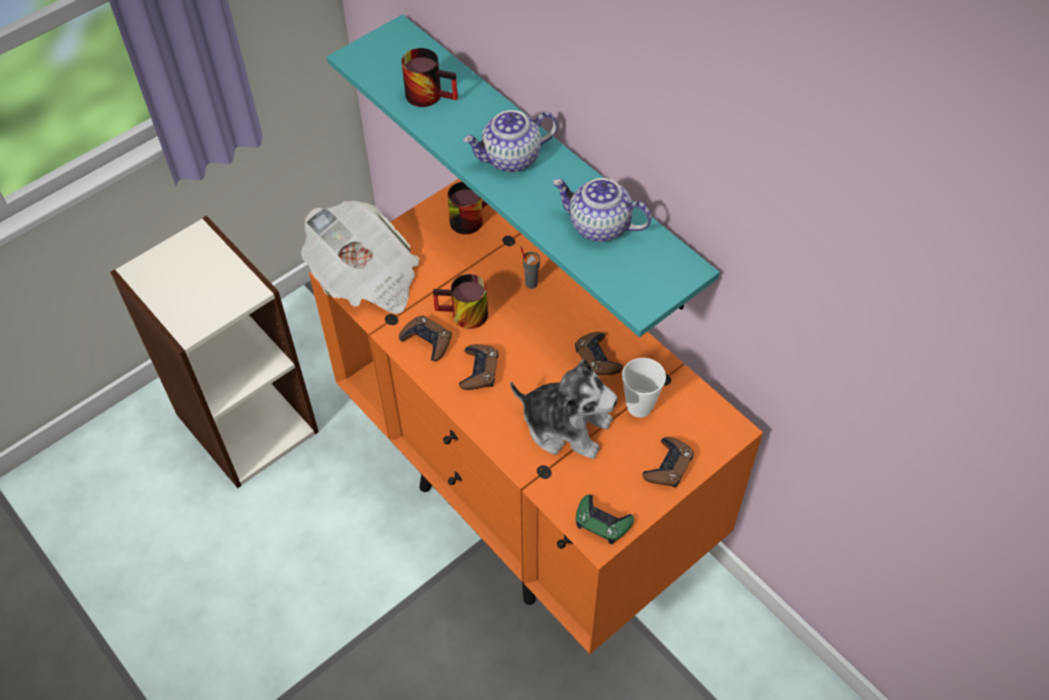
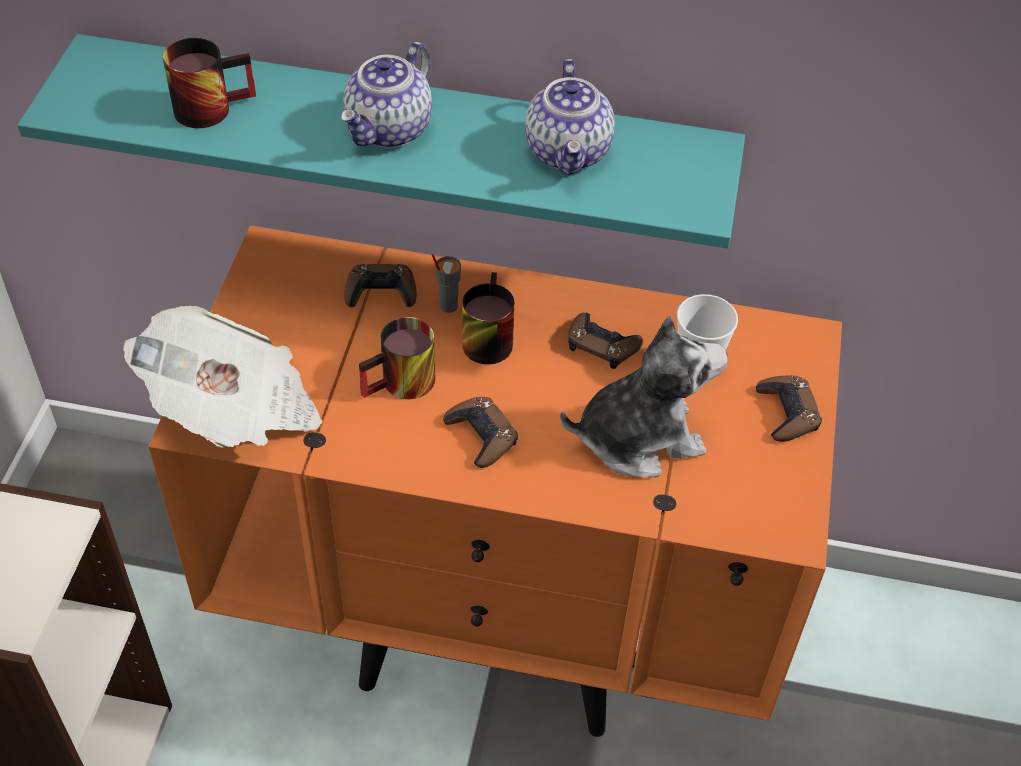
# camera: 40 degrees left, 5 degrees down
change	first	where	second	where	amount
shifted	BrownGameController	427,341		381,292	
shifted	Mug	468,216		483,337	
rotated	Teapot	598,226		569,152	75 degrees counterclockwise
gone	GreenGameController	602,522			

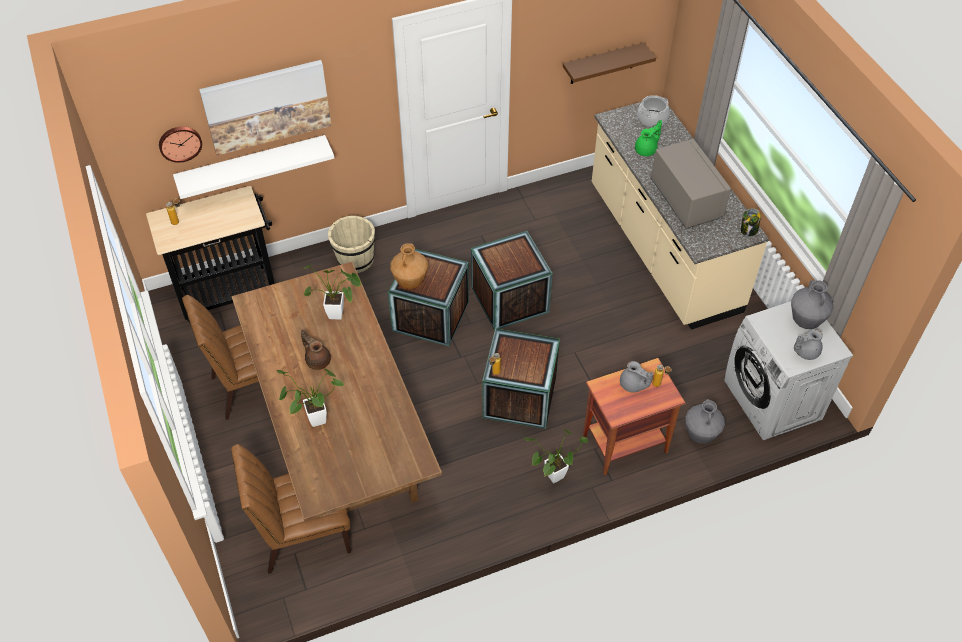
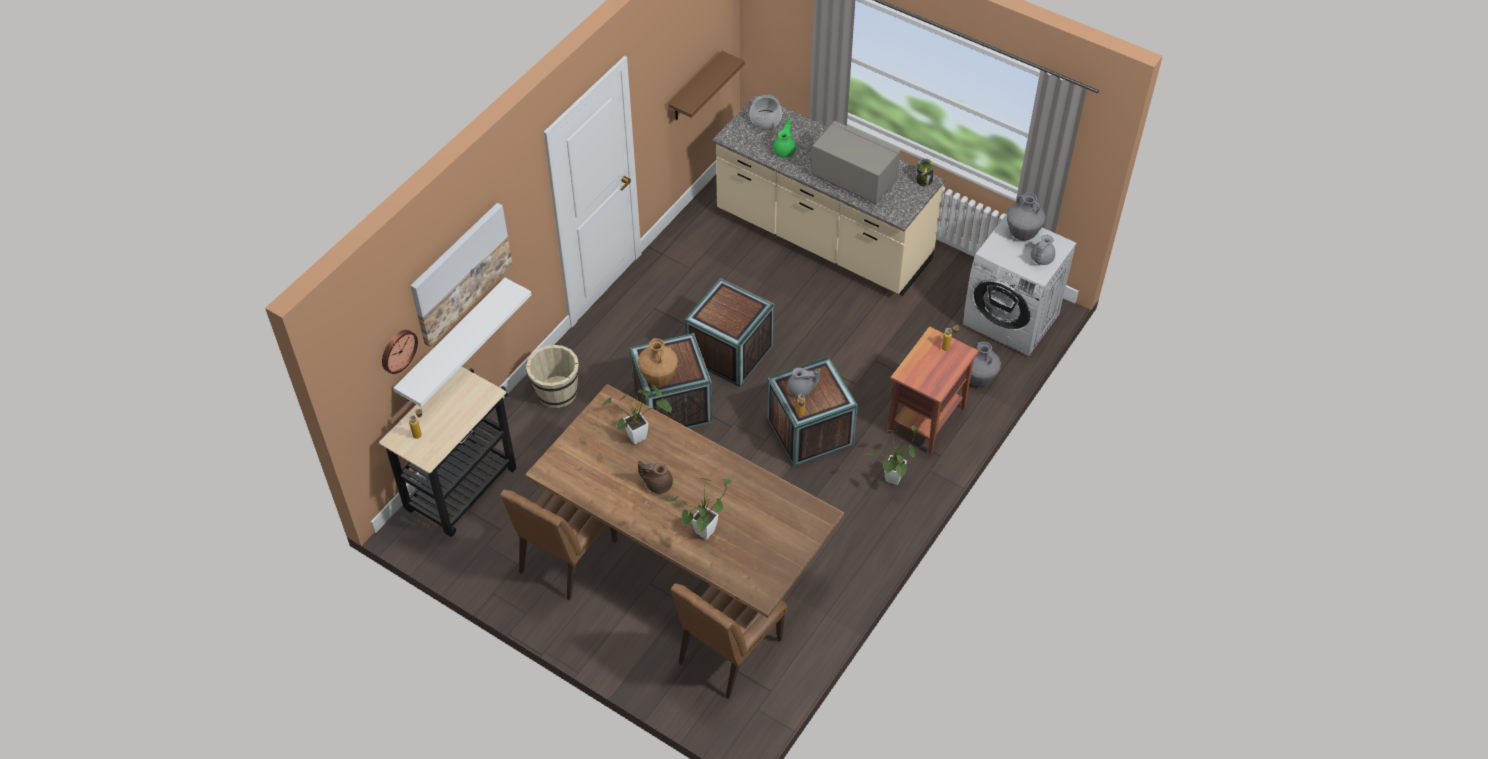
# camera: 35 degrees left, 0 degrees up
change	first	where	second	where	amount
shifted	GreyTeapot	633,385		801,390	

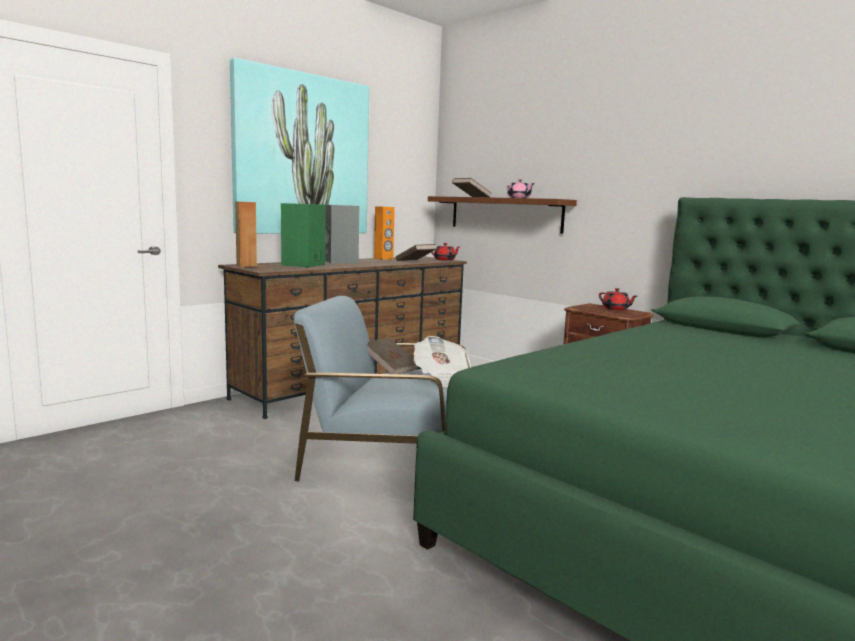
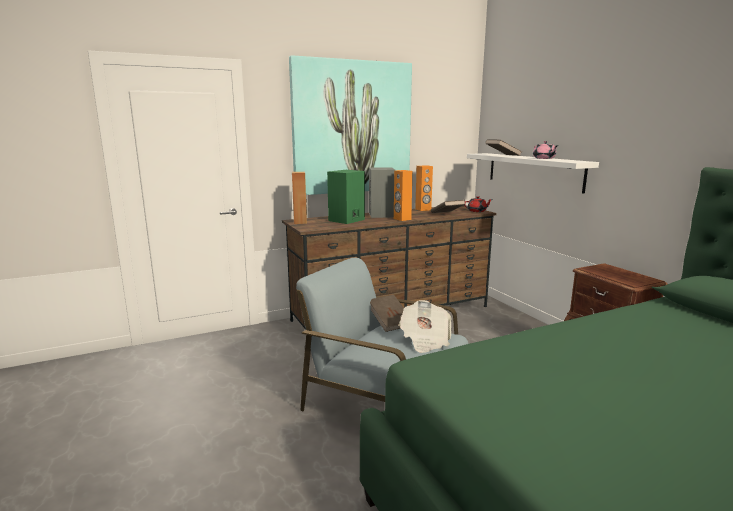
# camera: 20 degrees right, 5 degrees up
change	first	where	second	where	amount
new			OrangeSpeaker	402,219	
repainted	BrownShelf	505,214	WhiteShelf	533,171	
gone	RedTeapot	616,309			

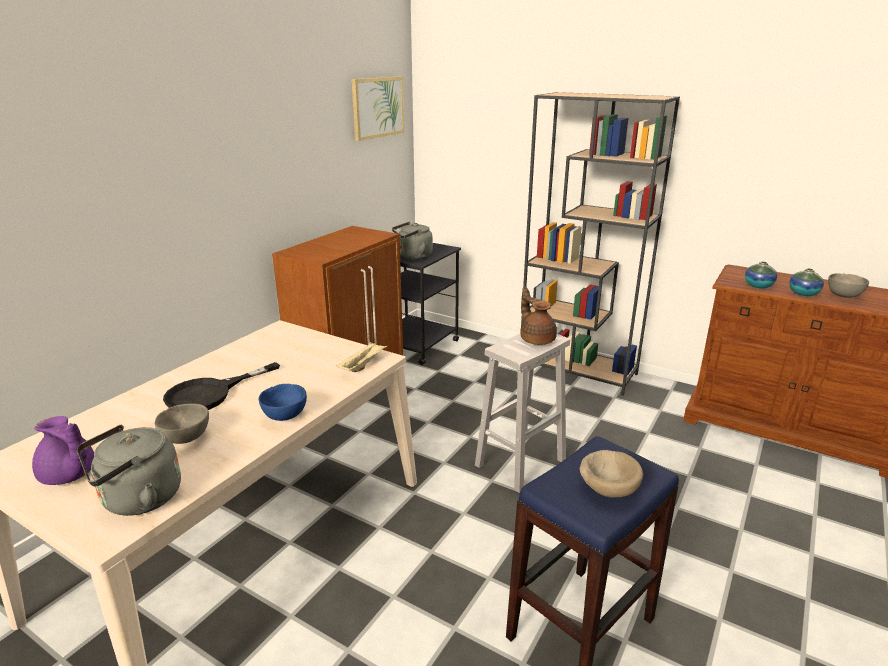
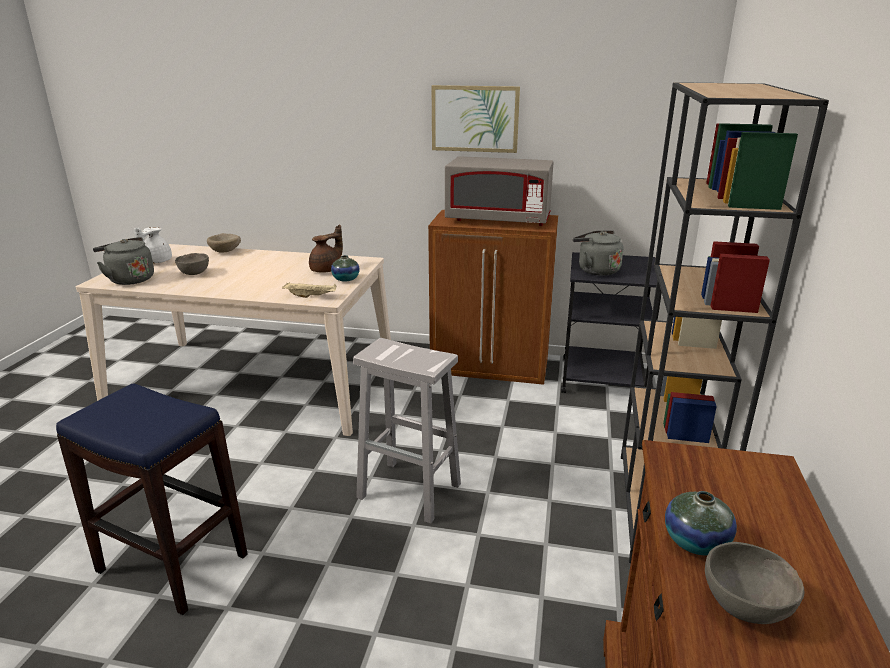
# camera: 70 degrees right, 0 degrees up
change	first	where	second	where	amount
repainted	PurpleTeapot	69,475	WhiteTeapot	155,262	
shifted	BeigeBowl	608,488		226,251	
shifted	BrownTeapot	536,339		327,270	
shifted	Vase	758,286		346,279	
shifted	Picture	377,107		475,118	
new			GreyMicrowave	498,220	
gone	BlackFryingPan	210,394			
gone	BlueBowl	285,416			

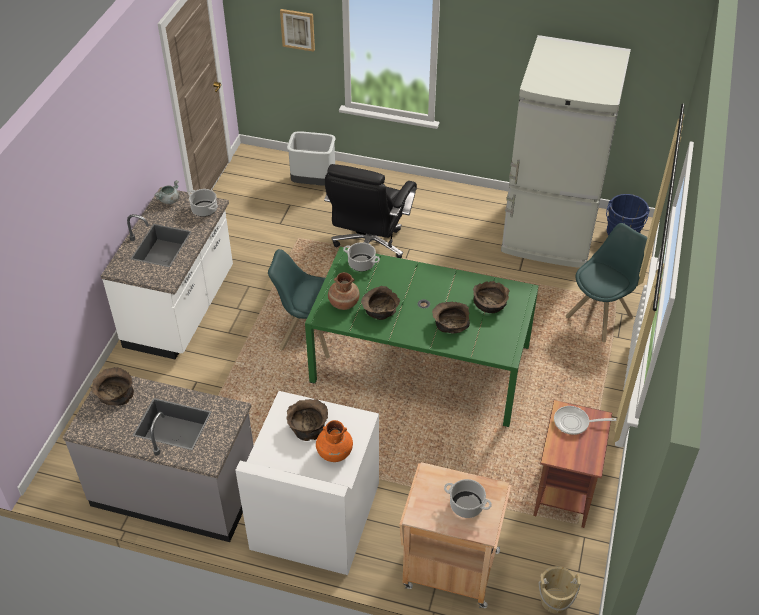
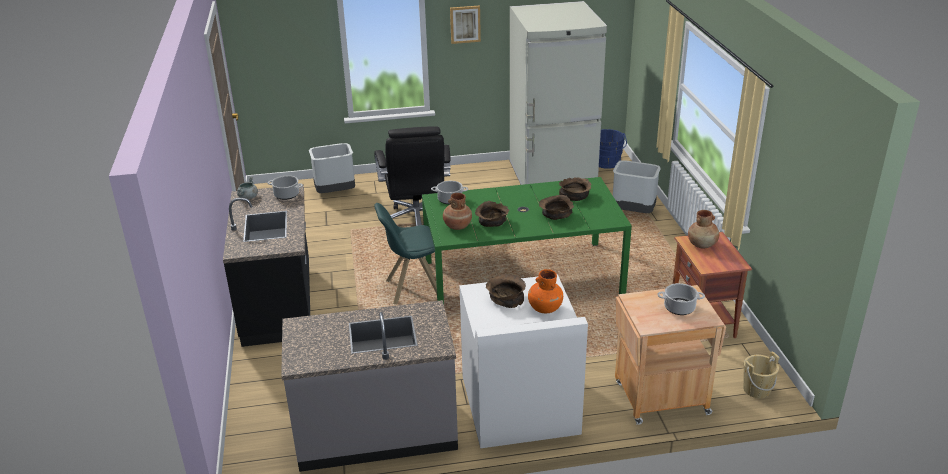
# camera: 25 degrees left, 15 degrees down
change	first	where	second	where	amount
repainted	WhiteCounter	181,309	BlackCounter	279,304	
shifted	Picture	298,29		465,24	
swapped	TurquoiseChair	600,317	GreyTrashCan	633,212	
swapped	FryingPan	574,423	BrownVase	702,245	
gone	BrownBowl	114,393			

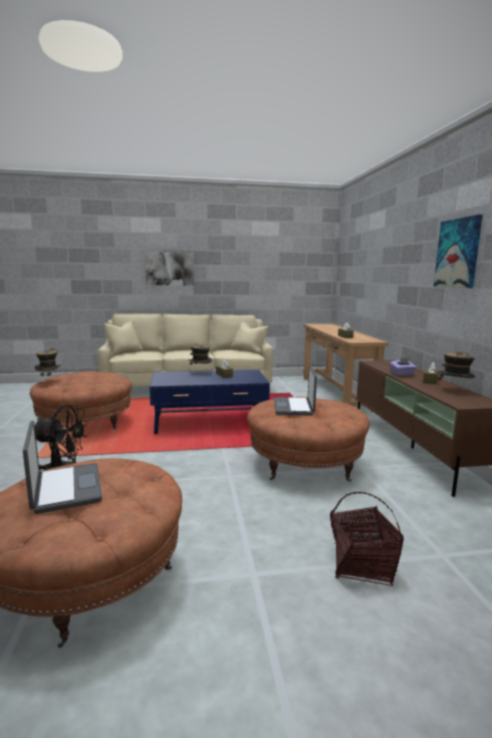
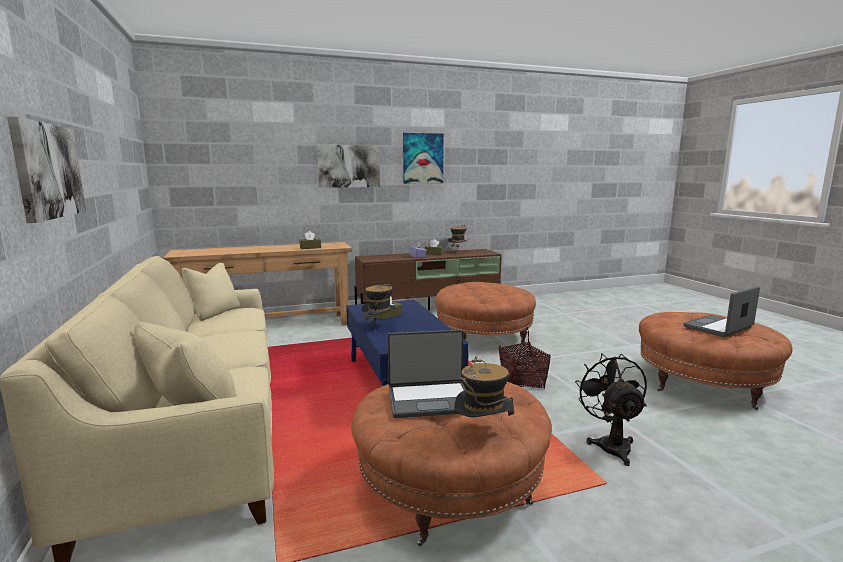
# camera: 100 degrees left, 0 degrees up
change	first	where	second	where	amount
new			Picture	348,166	
shifted	Laptop	294,407		429,400	
shifted	Basket	361,564		522,381	

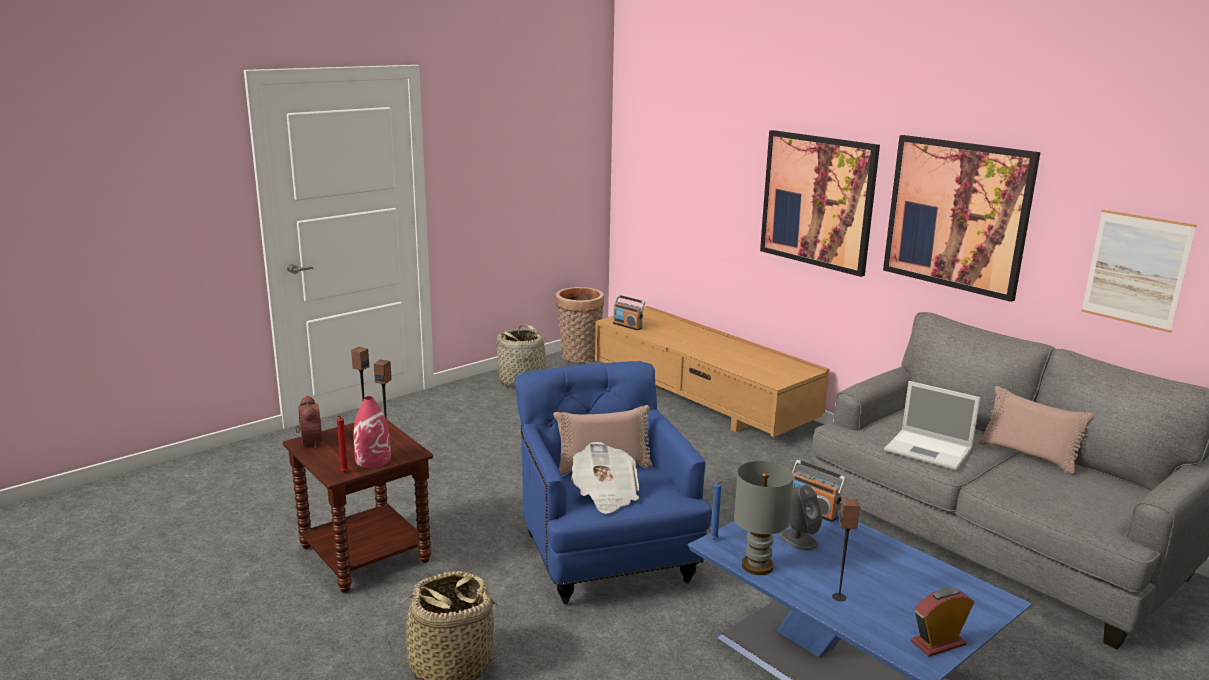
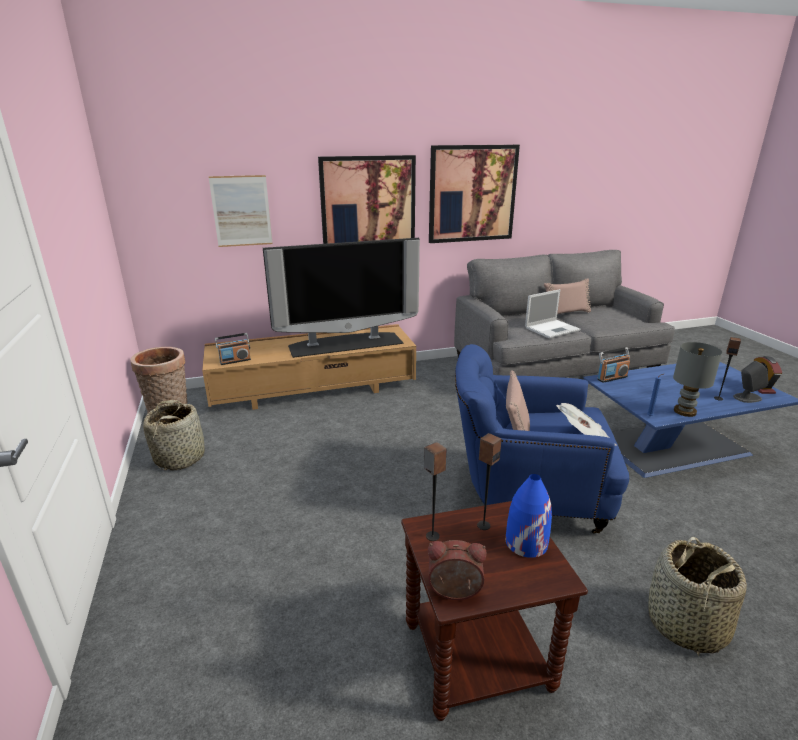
# camera: 65 degrees left, 5 degrees up
change	first	where	second	where	amount
shifted	Picture	1136,270		241,211	
new			Television	345,344	
repainted	RedVase	373,459	BlueVase	526,542	
shifted	GreySpeaker	798,539		747,398	
gone	RedCandle	344,472			

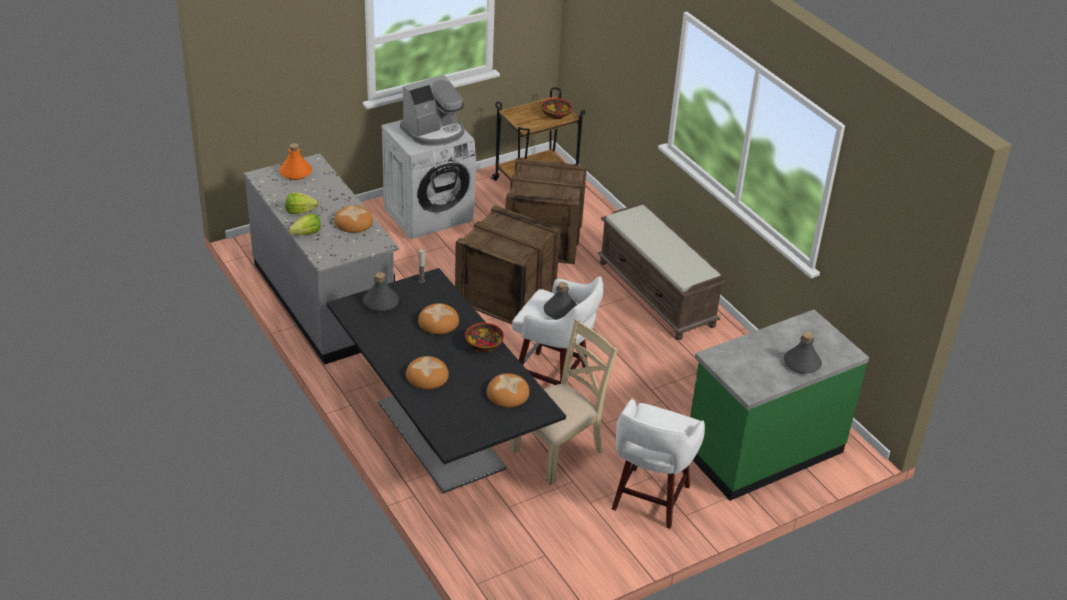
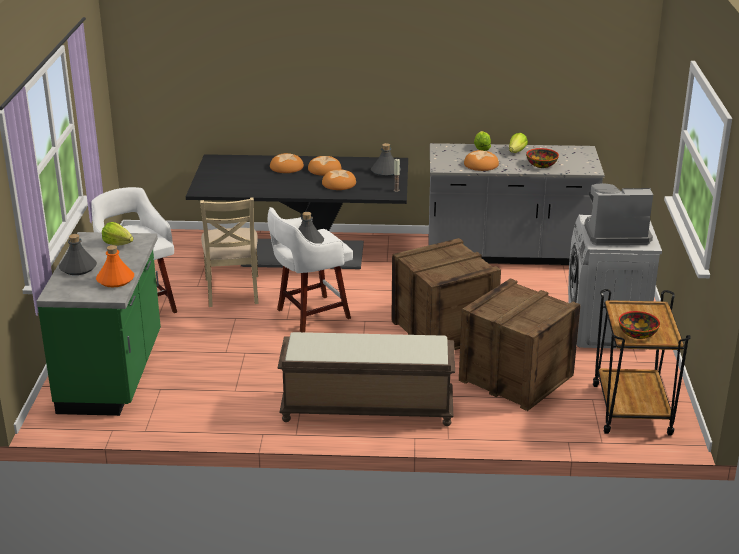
# camera: 125 degrees right, 10 degrees down
change	first	where	second	where	amount
shifted	OrangeBottle	295,172		115,280	
new			Lettuce	117,243	
shifted	Bread	507,393		325,169	
shifted	Bowl	484,346		541,165	
rotated	CoffeeMachine	434,132		615,234	90 degrees clockwise

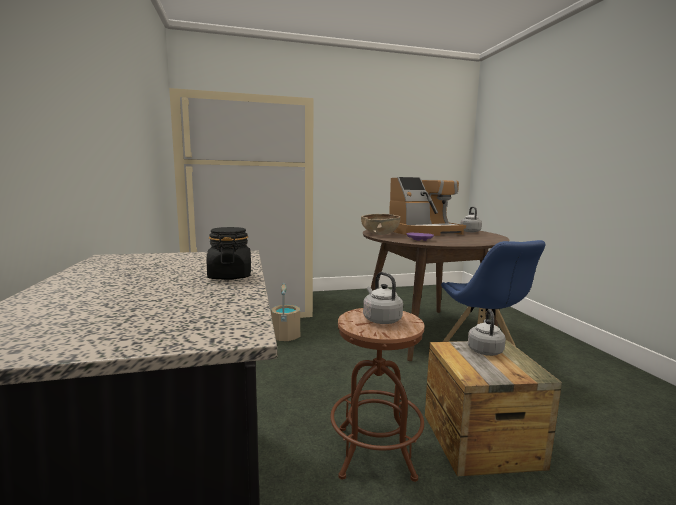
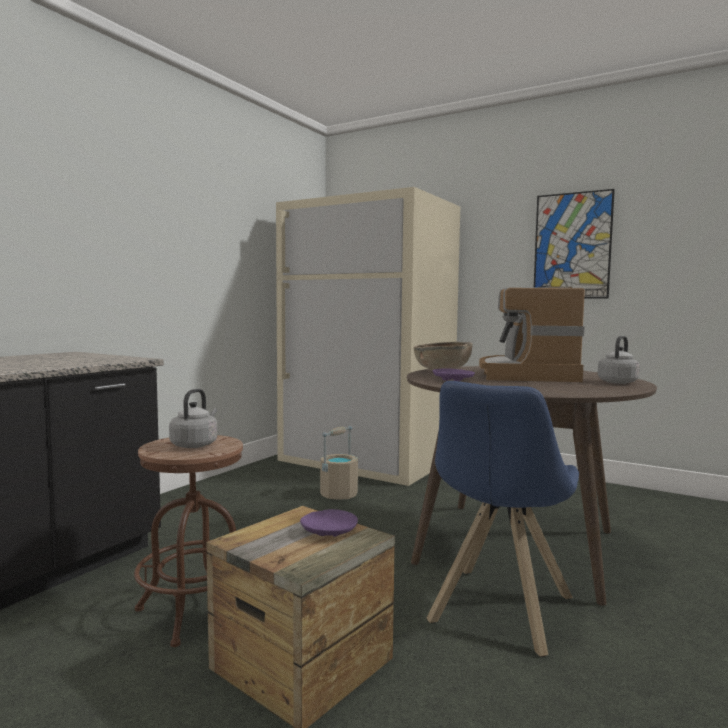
# camera: 45 degrees right, 5 degrees down
change	first	where	second	where	amount
swapped	GreyKettle	484,350	PurplePlate	329,531	
rotated	CoffeeMachine	423,232		526,375	75 degrees clockwise
new			Picture	572,246	
gone	BlackJar	230,276			

